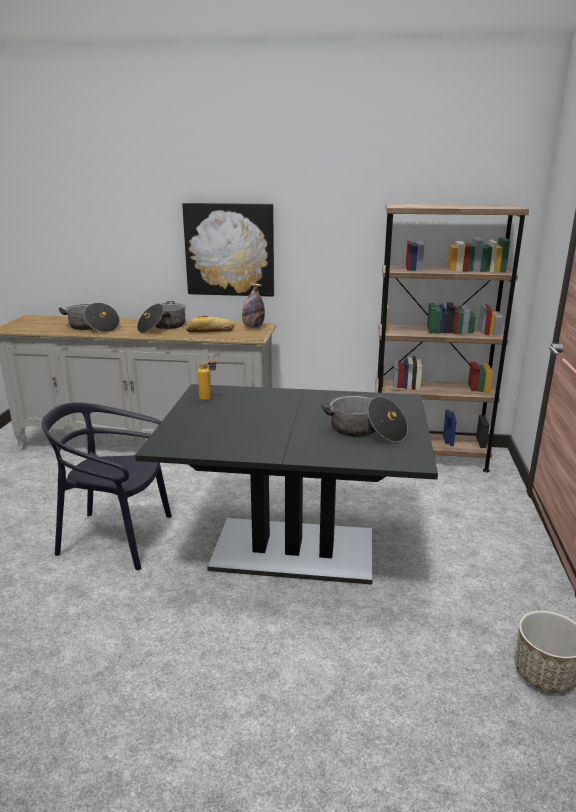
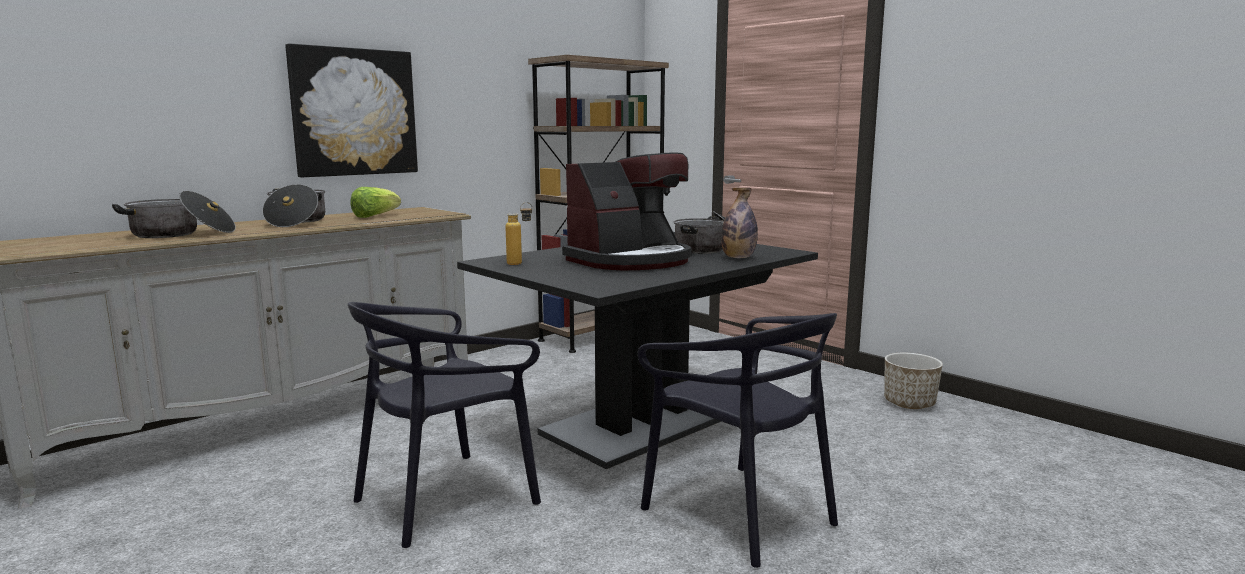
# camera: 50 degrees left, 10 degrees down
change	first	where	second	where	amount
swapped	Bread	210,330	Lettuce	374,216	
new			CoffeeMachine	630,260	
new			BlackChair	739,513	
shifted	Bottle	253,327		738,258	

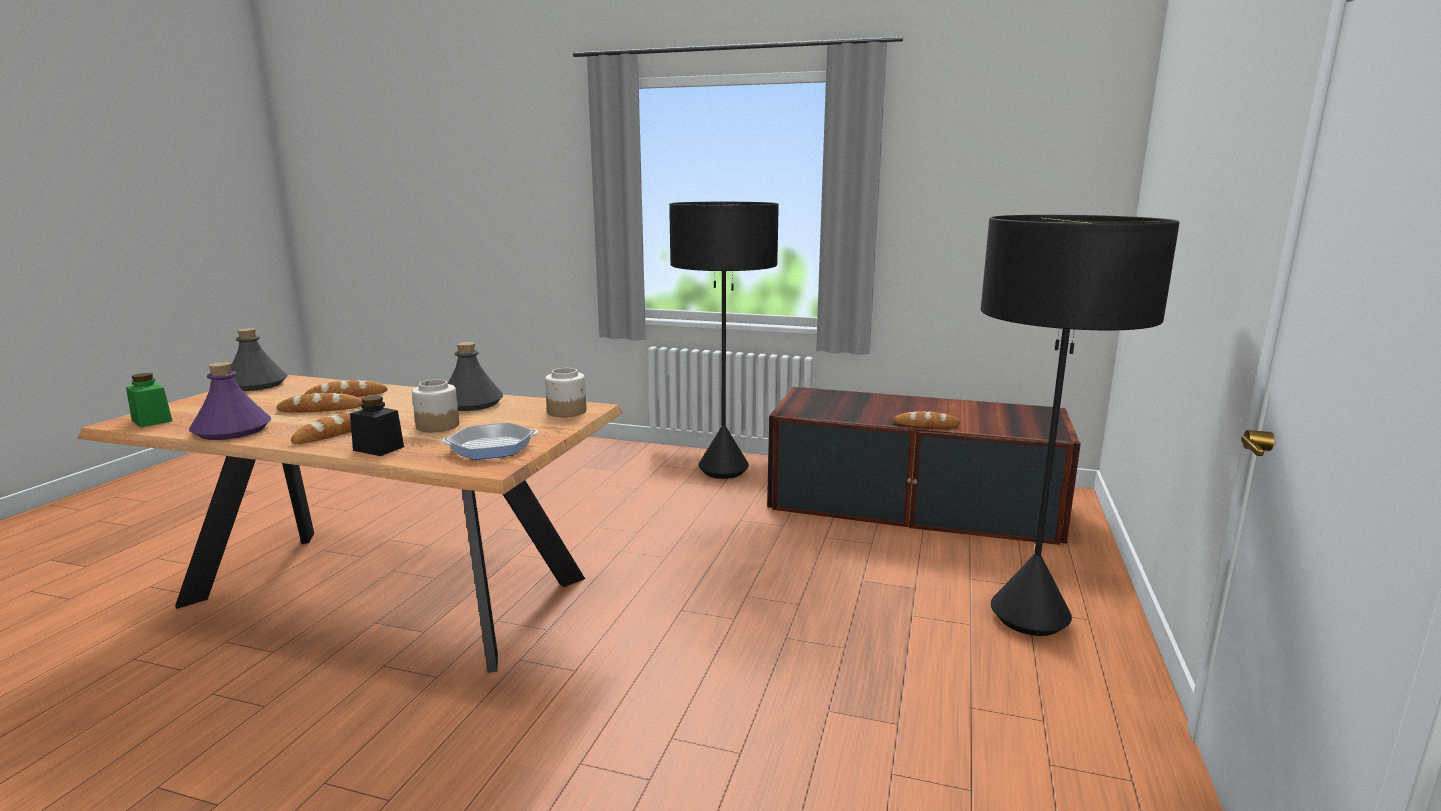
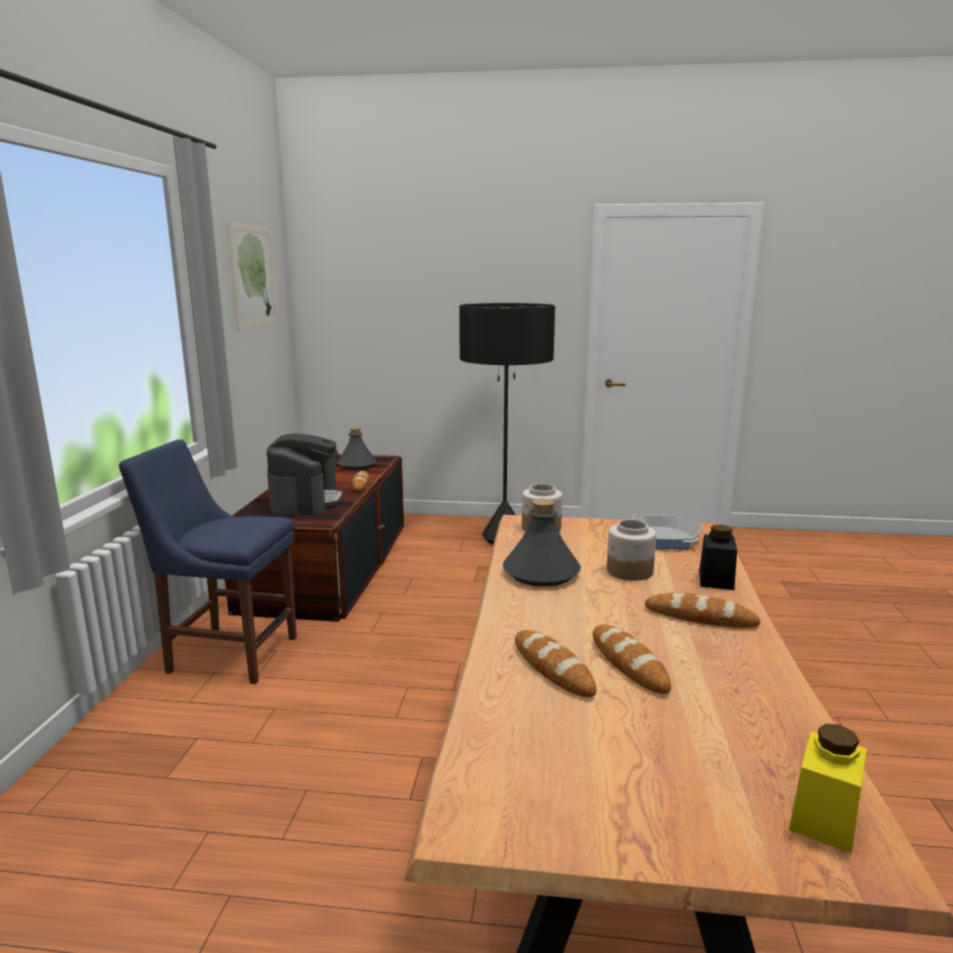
# camera: 100 degrees left, 0 degrees up
change	first	where	second	where	amount
swapped	BlackFloorLamp	723,471	BlueChair	228,653	
new			Picture	253,276	
new			CoffeeMachine	306,501	
shifted	GreyBottle	255,385		356,465	
repainted	GreenJar	152,420	YellowJar	824,818	
gone	PurpleBottle	231,431			

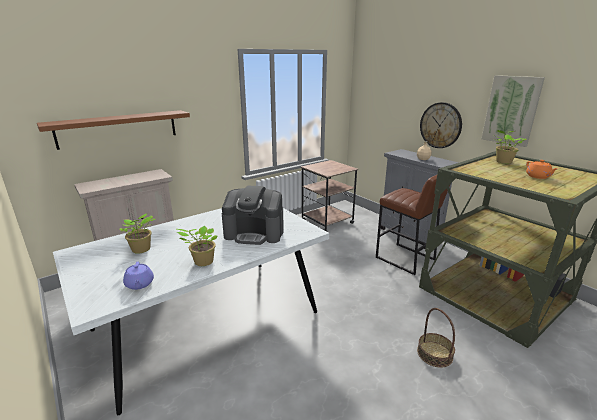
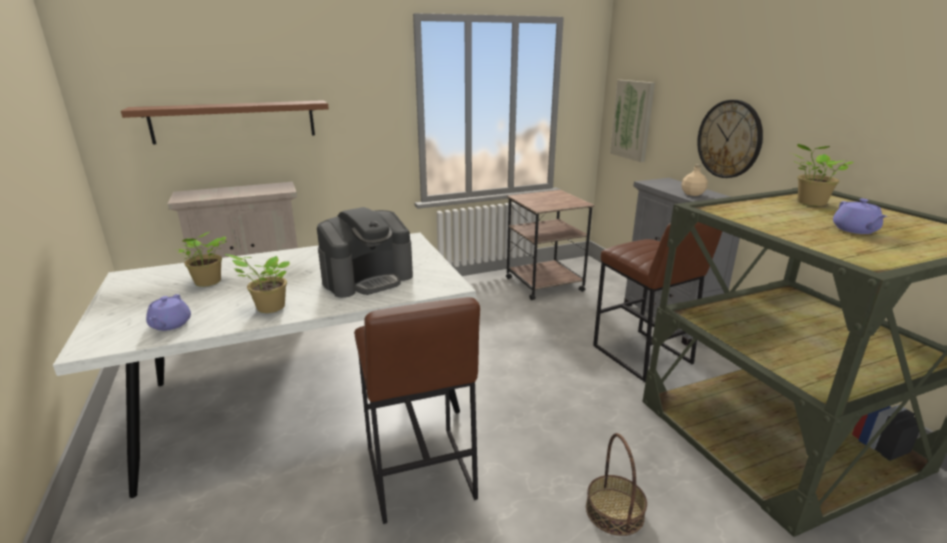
# camera: 15 degrees right, 0 degrees up
change	first	where	second	where	amount
rotated	CoffeeMachine	254,233		368,279	60 degrees counterclockwise
new			BrownStool	420,474	
shifted	Picture	511,110		632,120	
repainted	OrangeTeapot	538,177	PurpleTeapot	855,230	

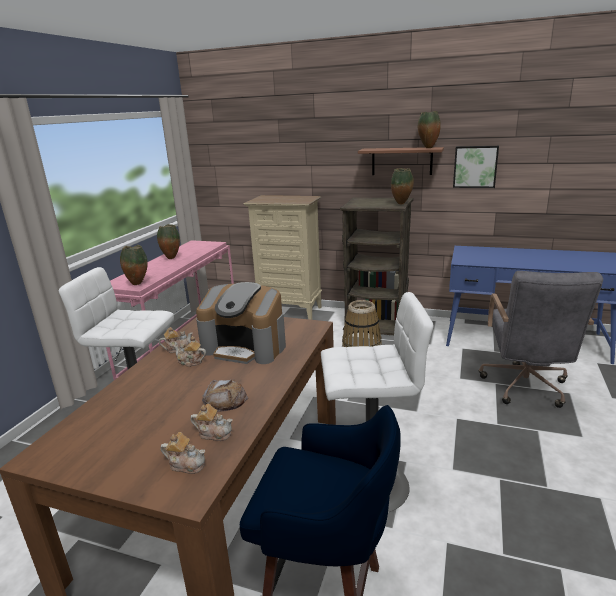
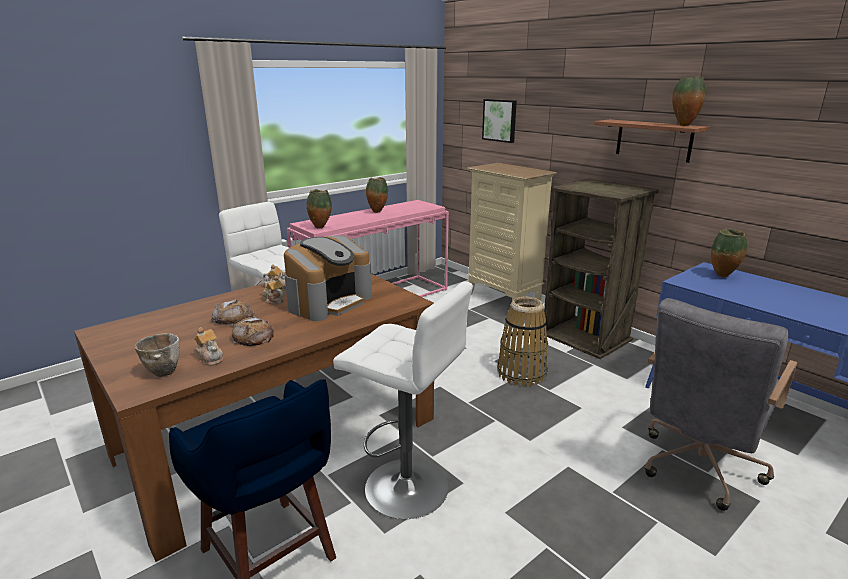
# camera: 30 degrees right, 0 degrees up
change	first	where	second	where	amount
swapped	Teapot	186,464	Bowl	164,371	
new			Bread	233,318	
rotated	CoffeeMachine	245,347		329,302	105 degrees counterclockwise
shifted	Picture	475,166		500,120	
shifted	Vase	401,204		723,276	

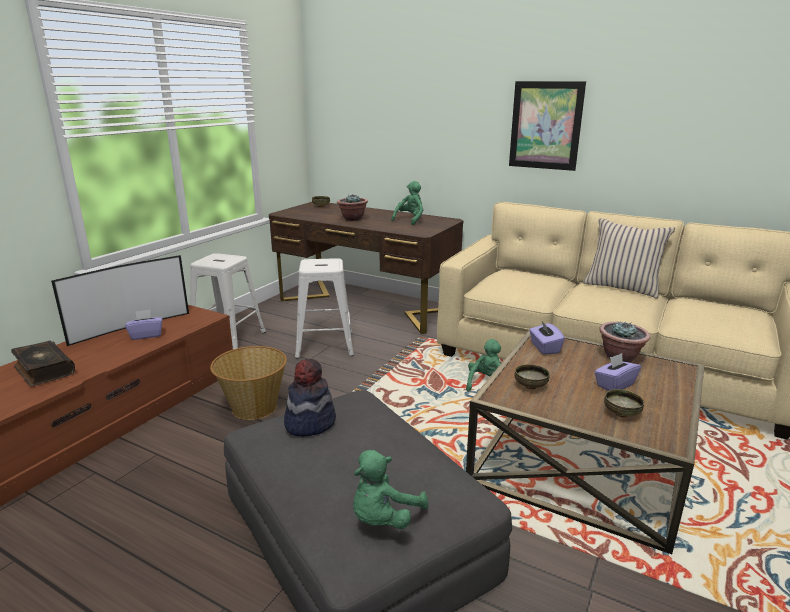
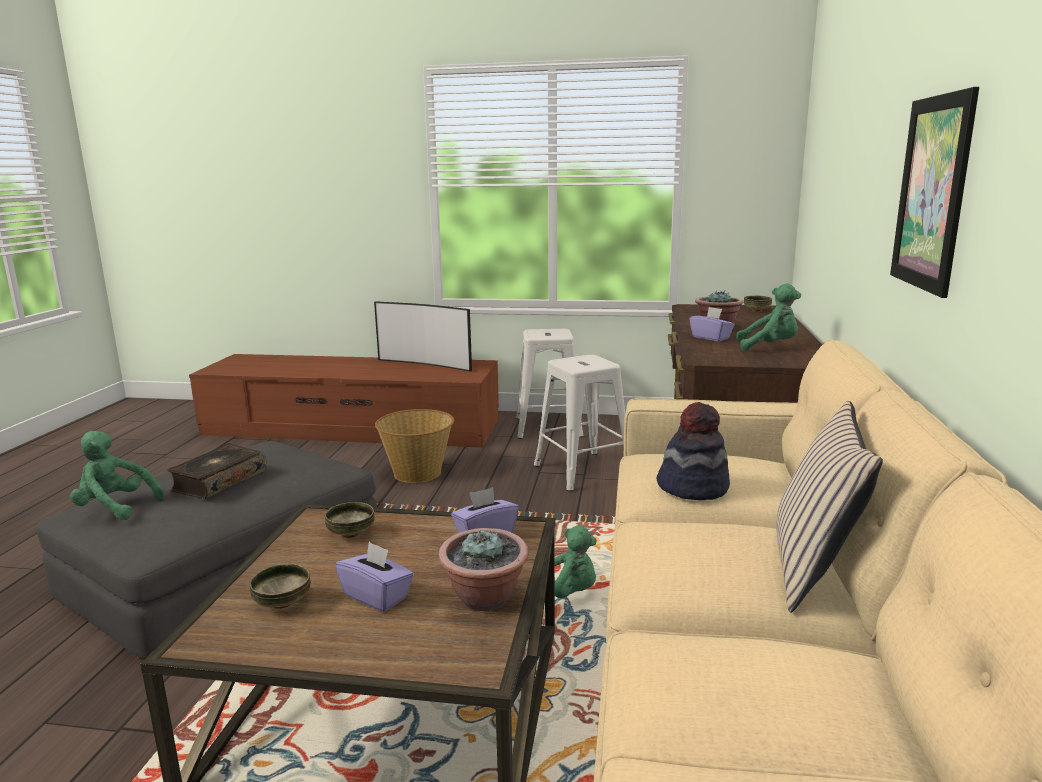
# camera: 70 degrees right, 5 degrees down
change	first	where	second	where	amount
shifted	Book	43,370		218,481	
shifted	Hat	309,422		693,487	
shifted	PurpleTissueBox	146,335		711,338	

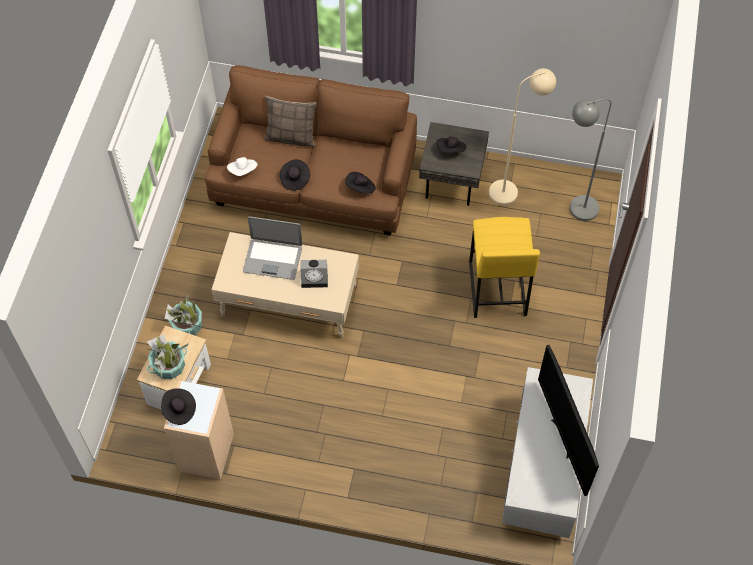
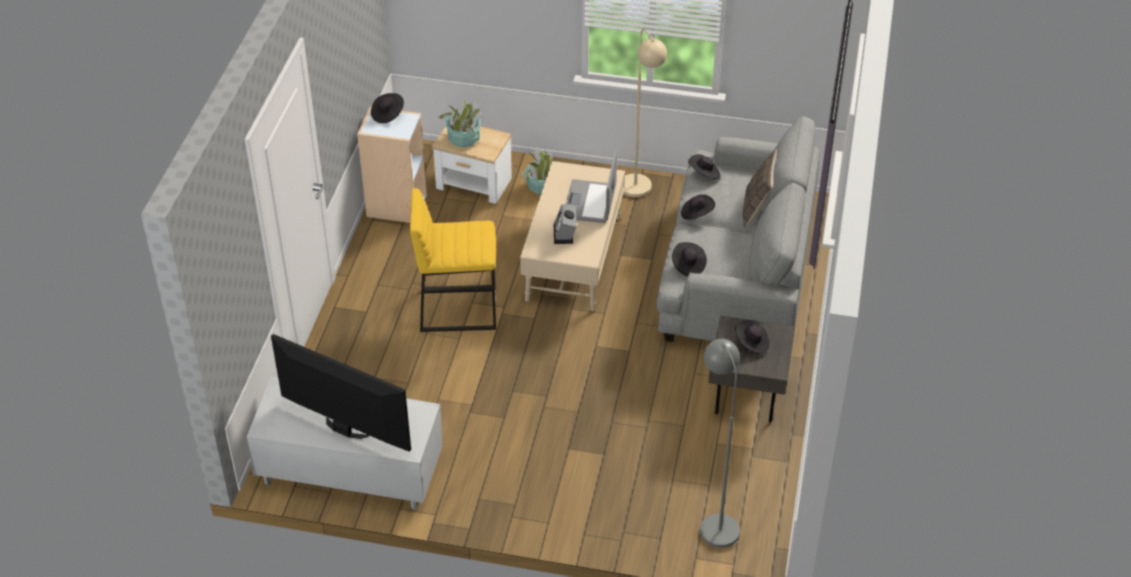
# camera: 90 degrees right, 15 degrees down
change	first	where	second	where	amount
rotated	Television	563,438		344,430	45 degrees clockwise
shifted	YellowStool	497,288		458,309	
shifted	BeigeFloorLamp	511,190		639,193	
repainted	BrownSofa	314,182	GreySofa	736,275	
repainted	WhiteHat	243,171	BlackHat	704,174	

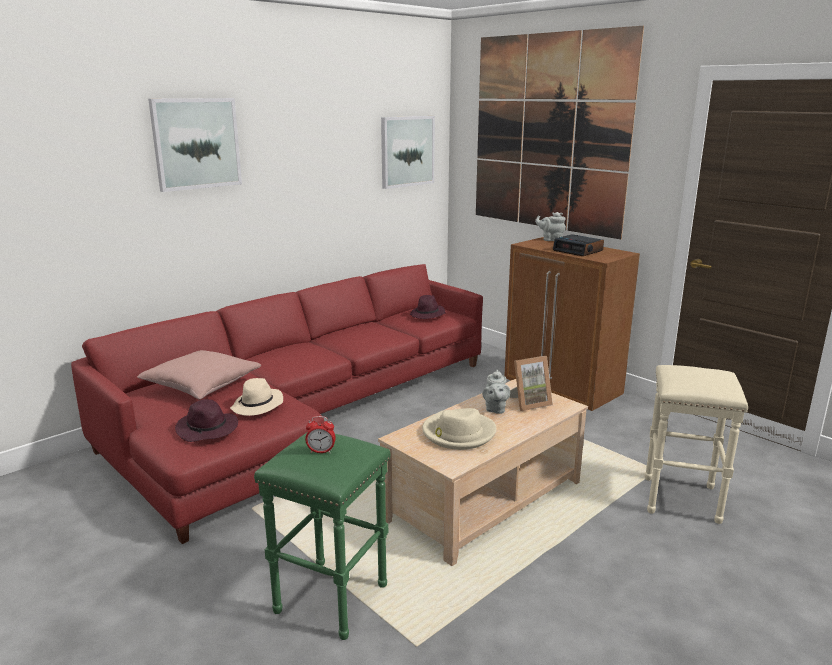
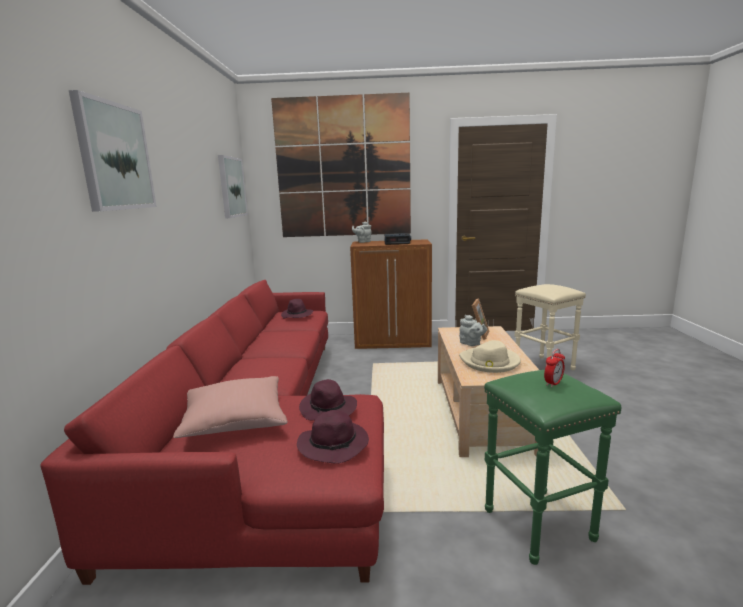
# camera: 45 degrees left, 5 degrees down
change	first	where	second	where	amount
repainted	BeigeHat	258,406	PurpleHat	328,409	

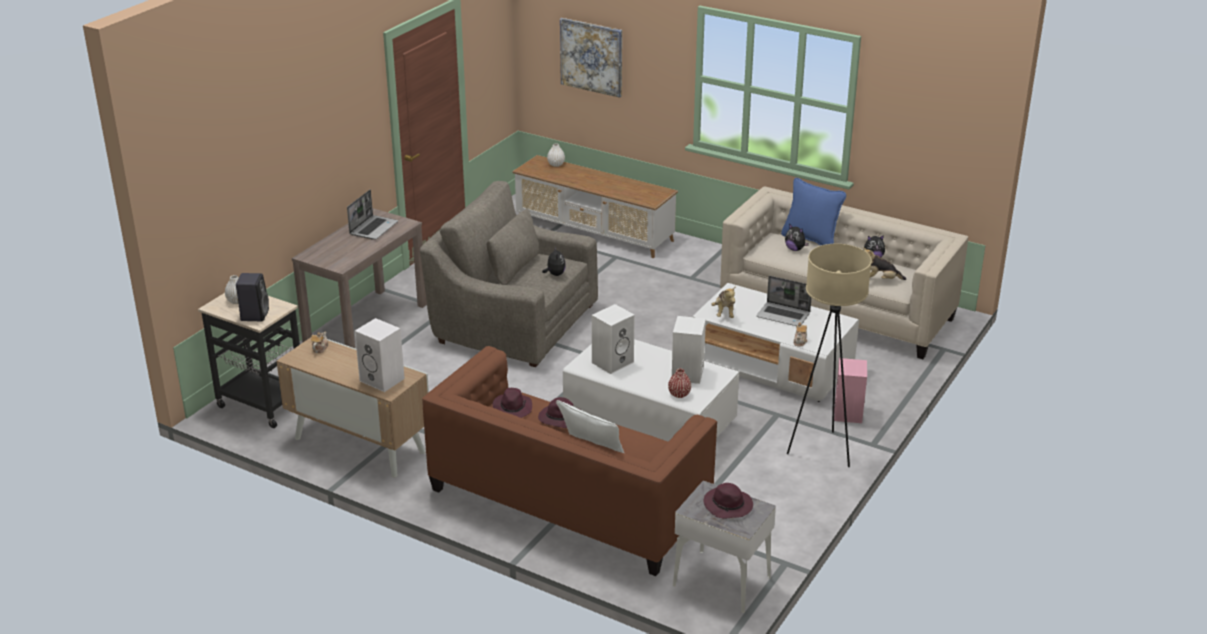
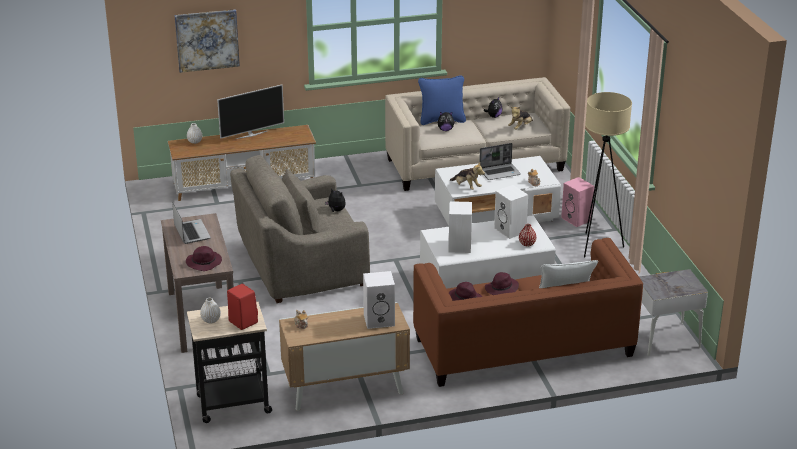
# camera: 45 degrees left, 0 degrees up
change	first	where	second	where	amount
shifted	PurpleHat	728,506		204,262	
new			Television	251,134	
repainted	BlackSpeaker	254,314	RedSpeaker	242,321	

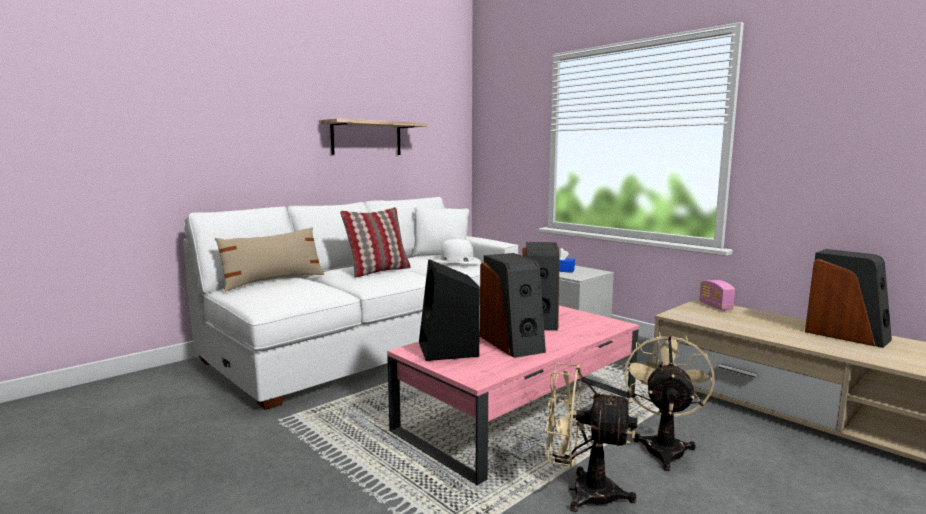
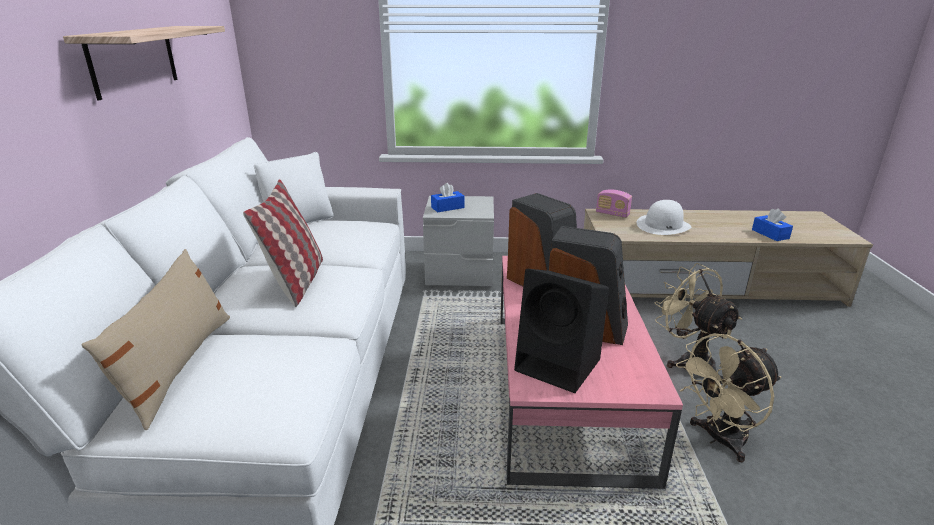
# camera: 45 degrees left, 15 degrees up
change	first	where	second	where	amount
shifted	WhiteHat	456,261		663,225	
new			BlueTissueBox	770,234	
gone	Speaker	846,335			

